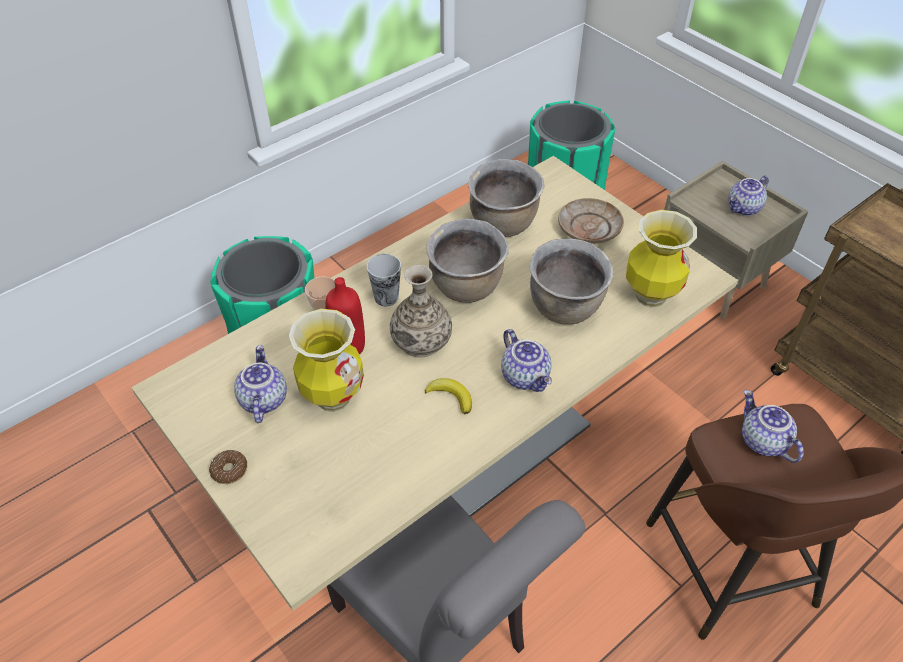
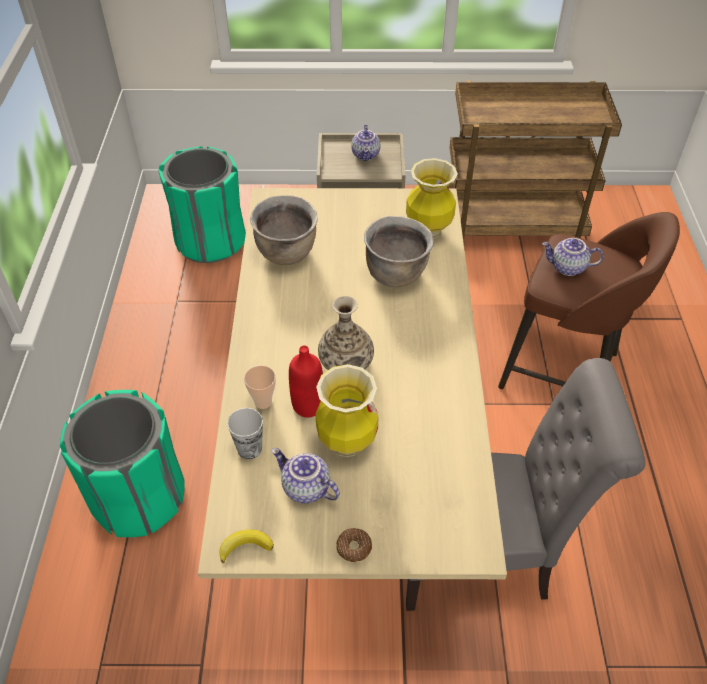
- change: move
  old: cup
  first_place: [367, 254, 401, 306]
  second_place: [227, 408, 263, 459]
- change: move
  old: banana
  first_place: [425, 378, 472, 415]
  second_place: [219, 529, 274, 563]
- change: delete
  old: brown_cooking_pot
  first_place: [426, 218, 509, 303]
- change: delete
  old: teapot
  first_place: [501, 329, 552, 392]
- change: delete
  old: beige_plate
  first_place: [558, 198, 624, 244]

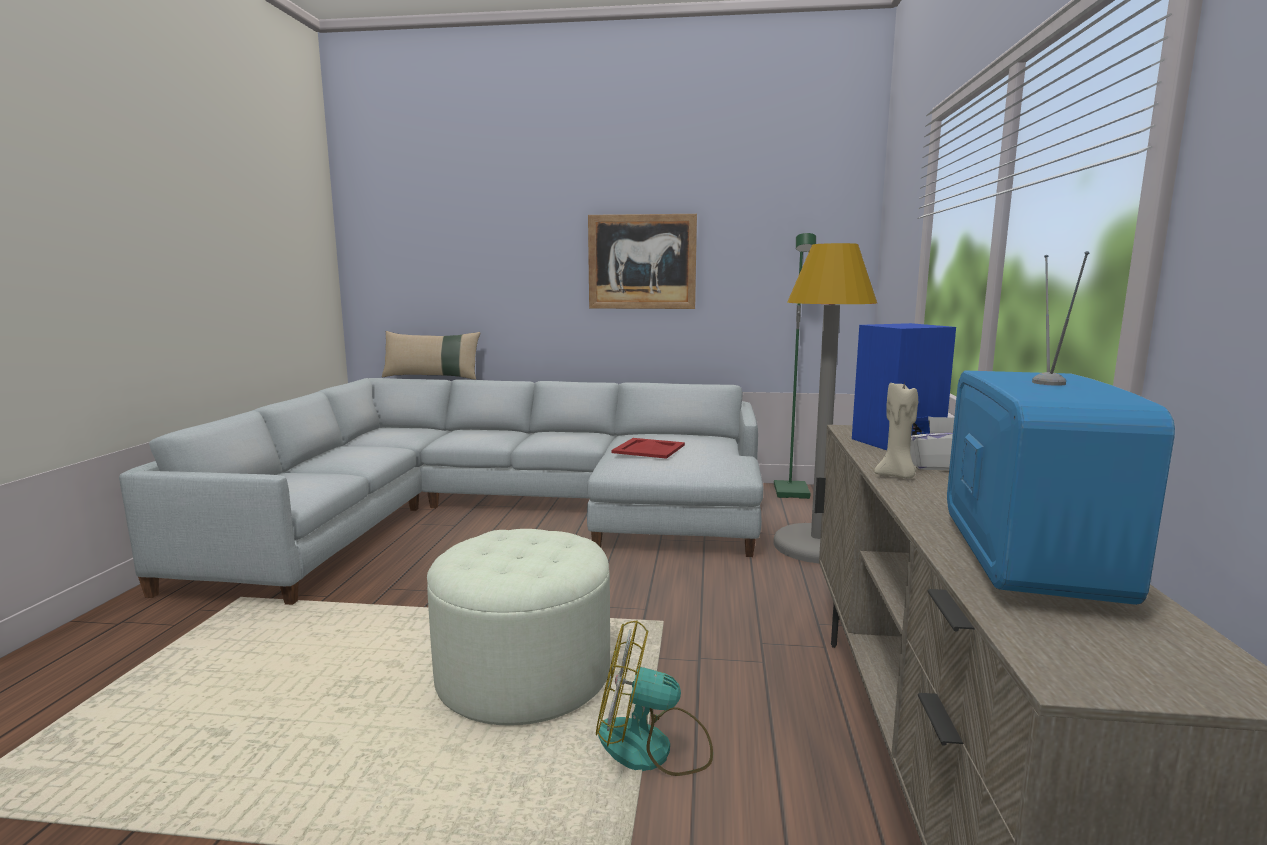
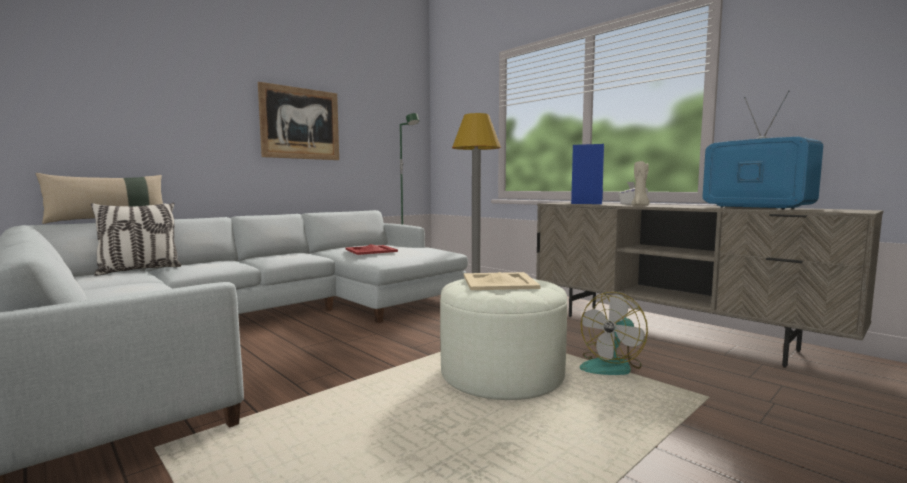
- change: insert
  new: pillow
  second_place: [91, 203, 182, 276]
- change: insert
  new: beige_tray
  second_place: [464, 272, 541, 290]

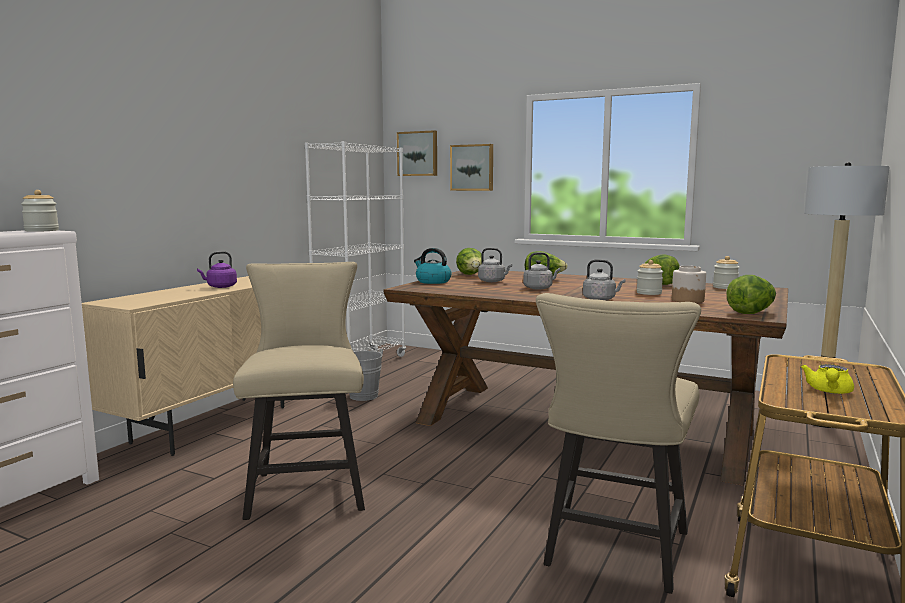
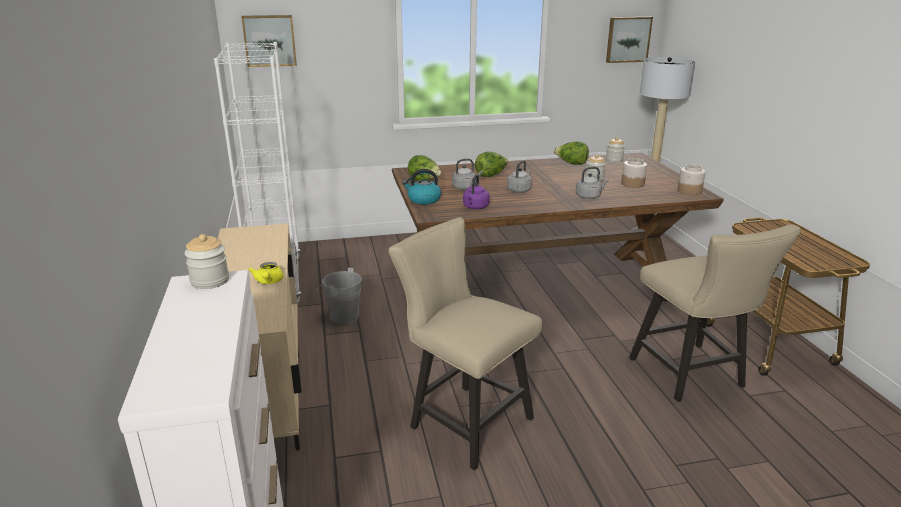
- change: move
  old: purple_kettle
  first_place: [197, 251, 237, 288]
  second_place: [463, 174, 490, 209]
- change: move
  old: picture
  first_place: [450, 144, 493, 191]
  second_place: [606, 17, 653, 63]
- change: replace
  old: lettuce
  new: jar
  first_place: [726, 275, 776, 314]
  second_place: [678, 164, 706, 195]
- change: move
  old: yellow_teapot
  first_place: [801, 364, 854, 394]
  second_place: [248, 262, 284, 284]

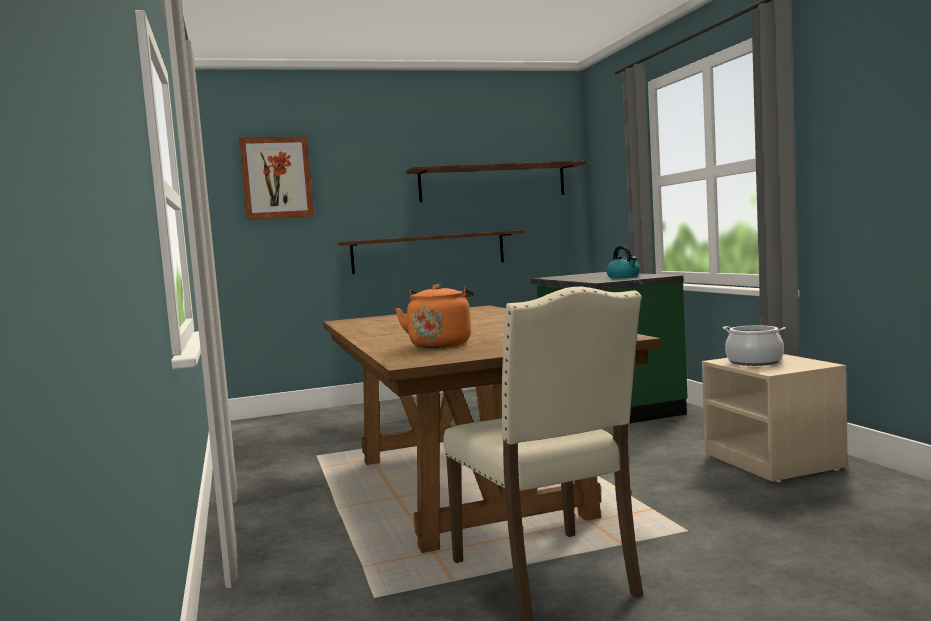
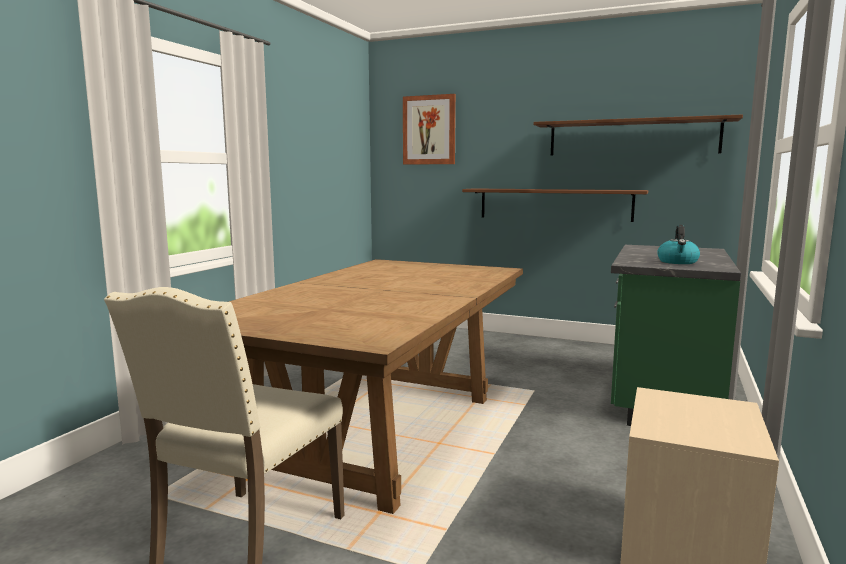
- change: delete
  old: orange_kettle
  first_place: [395, 284, 474, 348]
- change: delete
  old: cooking_pot
  first_place: [723, 326, 786, 366]

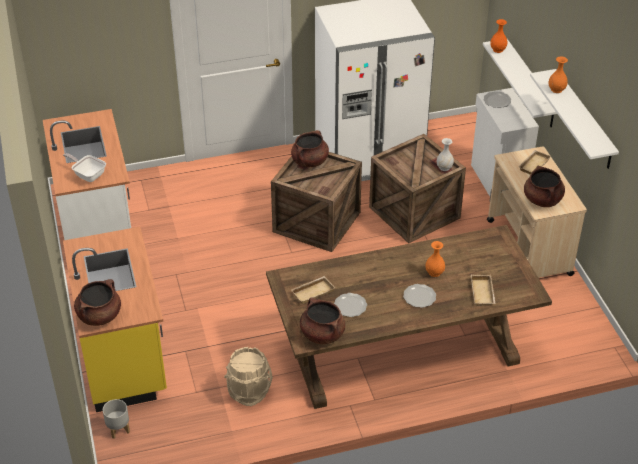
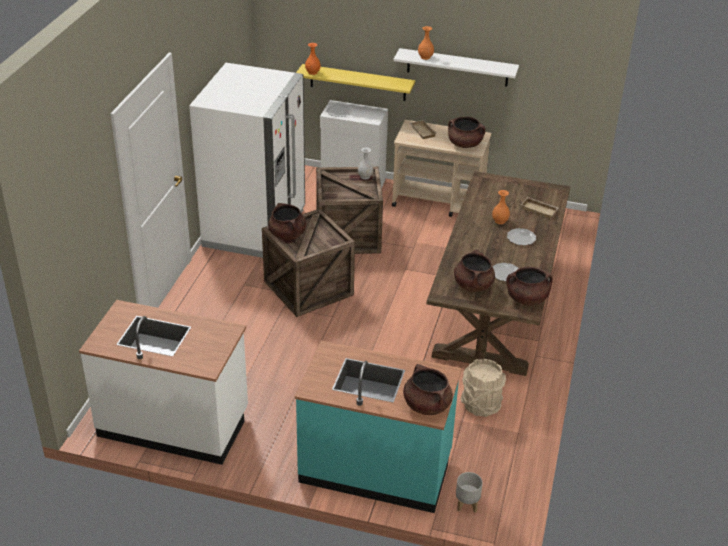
- change: delete
  old: frying_pan
  first_place: [63, 153, 106, 182]
- change: recolor
  old: yellow_counter
  new: turquoise_counter
  first_place: [63, 227, 167, 412]
  second_place: [295, 340, 462, 513]
- change: replace
  old: beige_tray
  new: brown_cooking_pot
  first_place: [291, 276, 335, 304]
  second_place: [454, 249, 495, 292]
- change: recolor
  old: white_shelf
  new: yellow_shelf
  first_place: [483, 39, 557, 127]
  second_place: [296, 64, 415, 101]

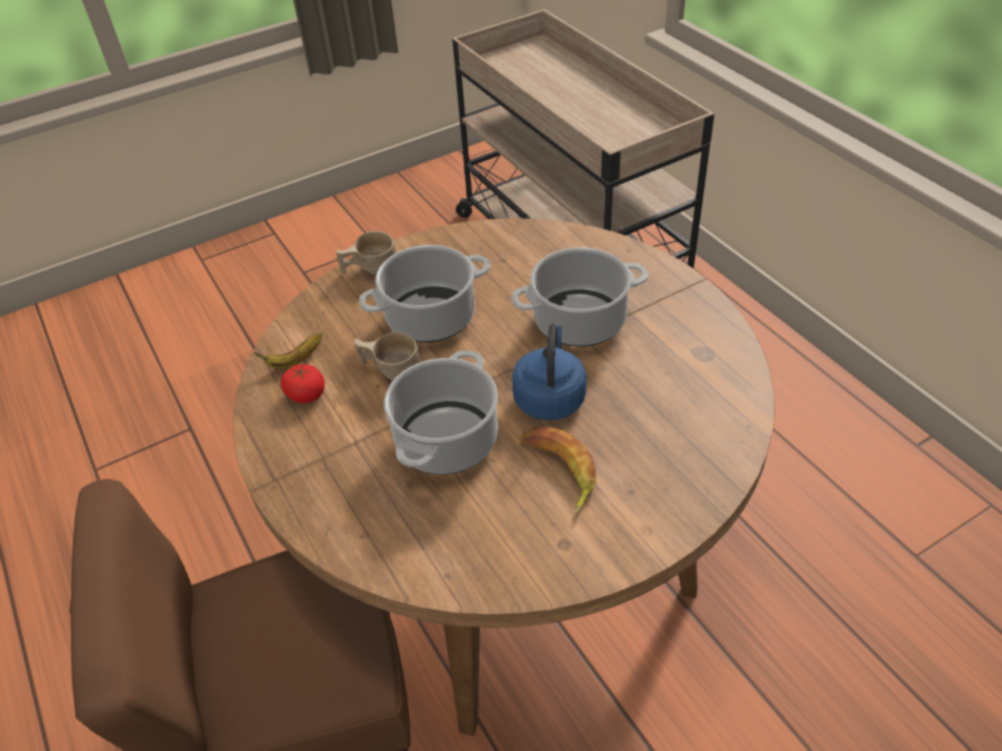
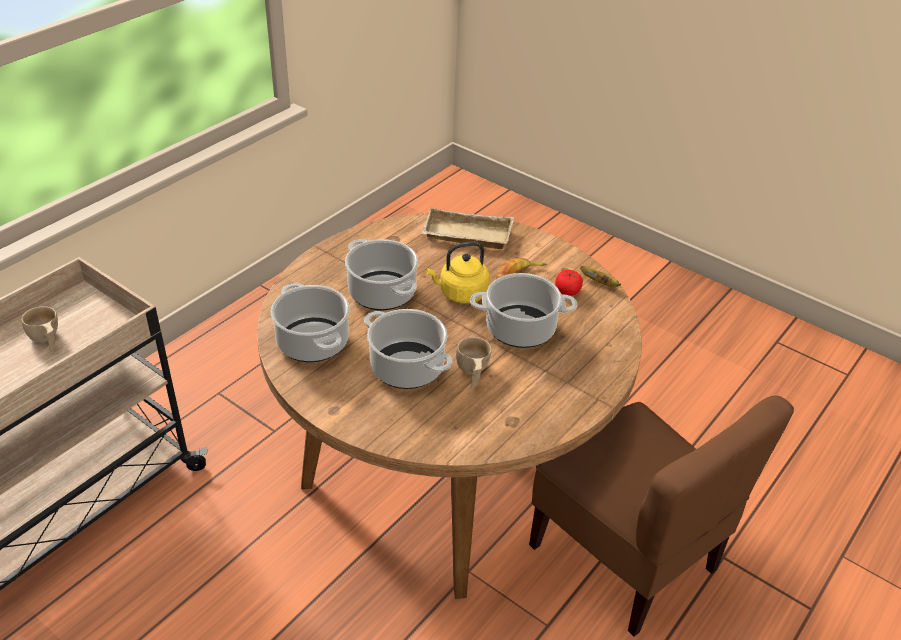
- change: move
  old: banana
  first_place: [254, 332, 322, 369]
  second_place: [580, 266, 621, 288]
- change: move
  old: tomato
  first_place: [281, 364, 325, 403]
  second_place: [555, 270, 583, 296]
- change: move
  old: beige_cup
  first_place: [336, 231, 396, 275]
  second_place: [22, 306, 58, 352]
- change: recolor
  old: blue_kettle
  new: yellow_kettle
  first_place: [512, 324, 587, 420]
  second_place: [426, 242, 490, 303]
- change: insert
  new: cooking_pot
  second_place: [271, 283, 349, 362]
- change: insert
  new: beige_tray
  second_place: [421, 208, 514, 249]

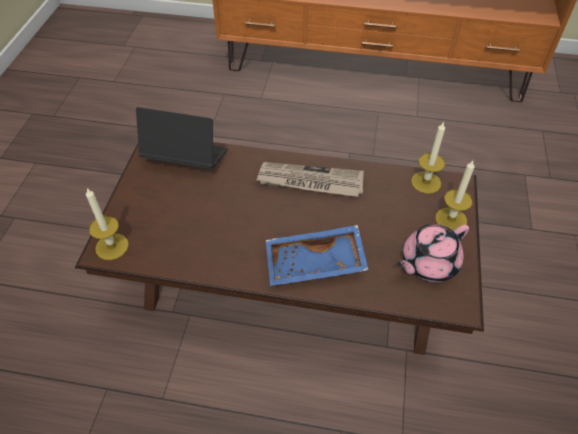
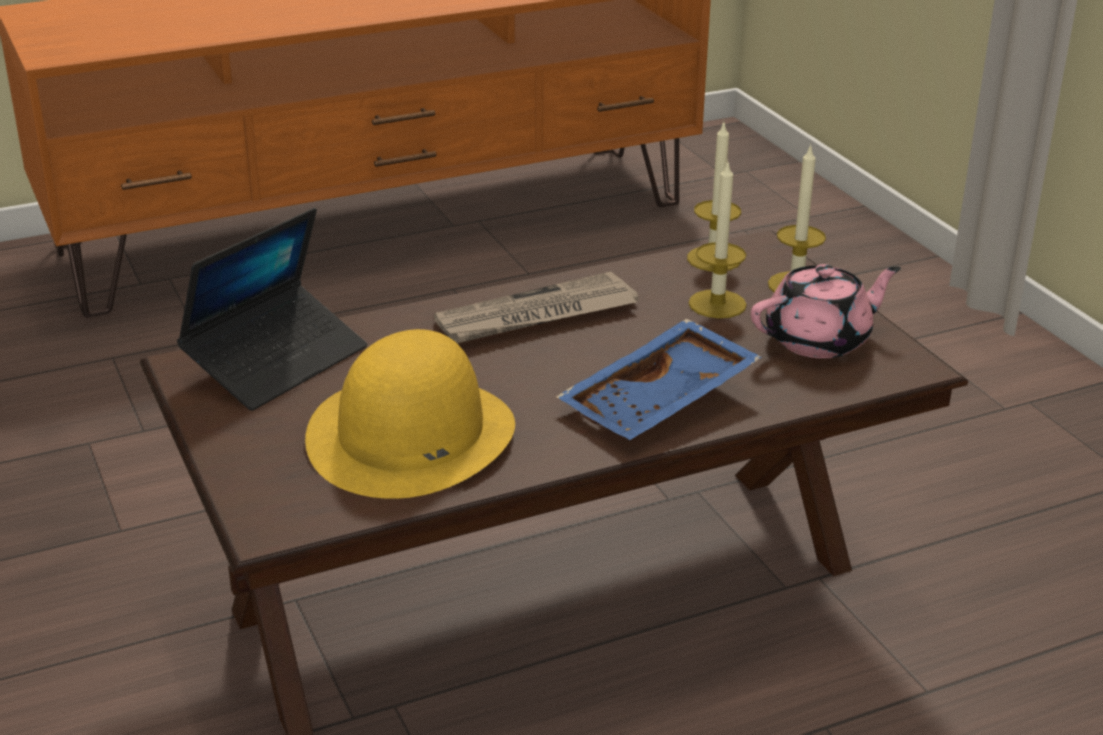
- change: move
  old: candle
  first_place: [86, 188, 129, 260]
  second_place: [688, 162, 747, 318]
- change: rotate
  old: laptop
  first_place: [136, 107, 228, 169]
  second_place: [177, 208, 367, 411]
  degrees: 150
- change: rotate
  old: pink_teapot
  first_place: [397, 224, 469, 282]
  second_place: [751, 264, 901, 358]
  degrees: -135
- change: insert
  new: yellow_hat
  second_place: [305, 329, 515, 499]

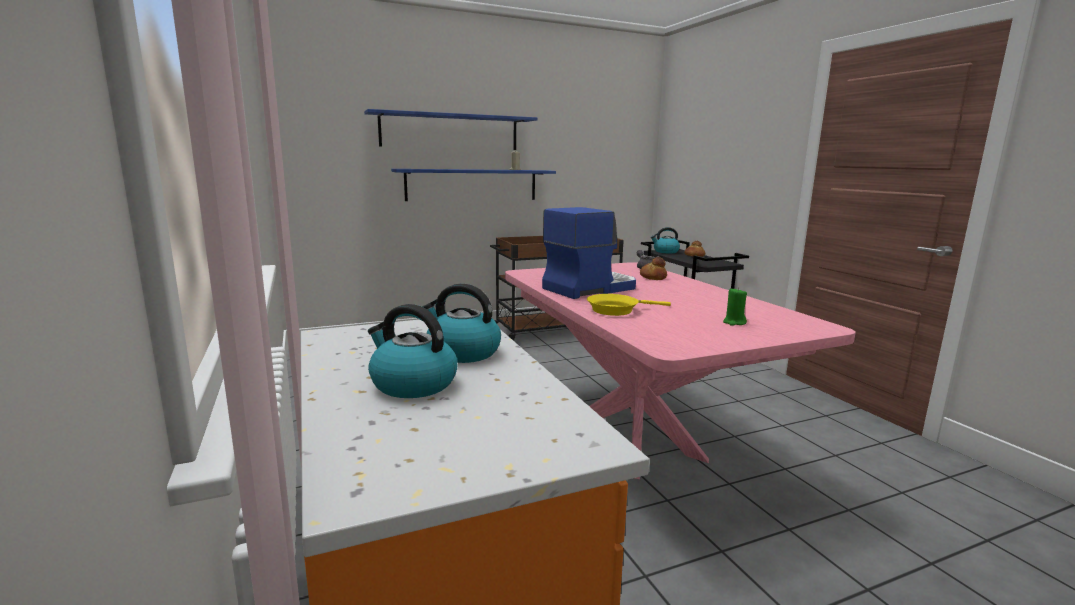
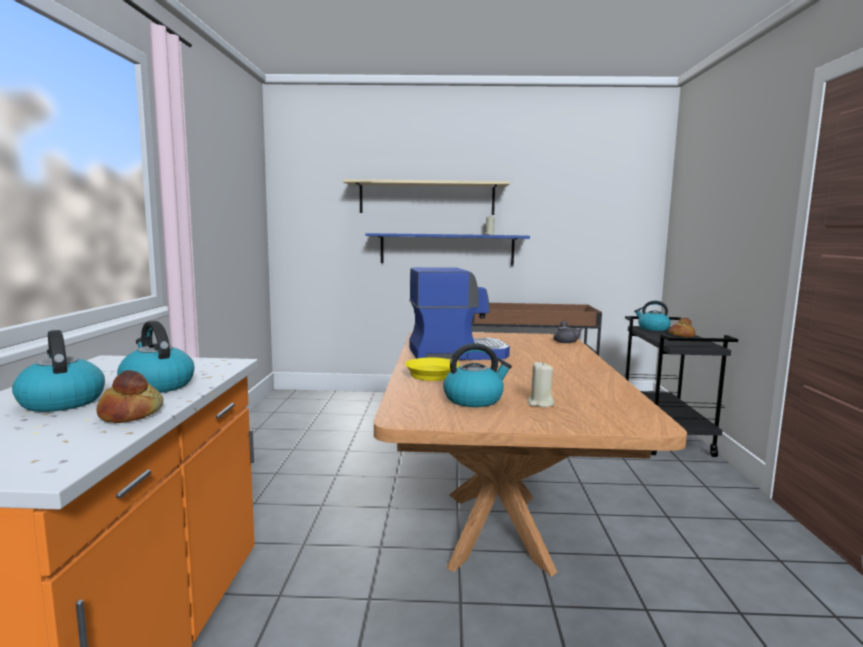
- change: recolor
  old: blue_shelf
  new: beige_shelf
  first_place: [364, 109, 537, 150]
  second_place: [343, 179, 510, 215]
- change: recolor
  old: pink_dining_table
  new: brown_dining_table
  first_place: [505, 262, 856, 479]
  second_place: [374, 332, 687, 577]
- change: move
  old: bread
  first_place: [640, 257, 667, 280]
  second_place: [97, 370, 164, 423]
- change: recolor
  old: green_candle
  new: beige_candle
  first_place: [723, 287, 747, 326]
  second_place: [527, 361, 554, 407]
- change: insert
  new: kettle
  second_place: [443, 343, 512, 407]

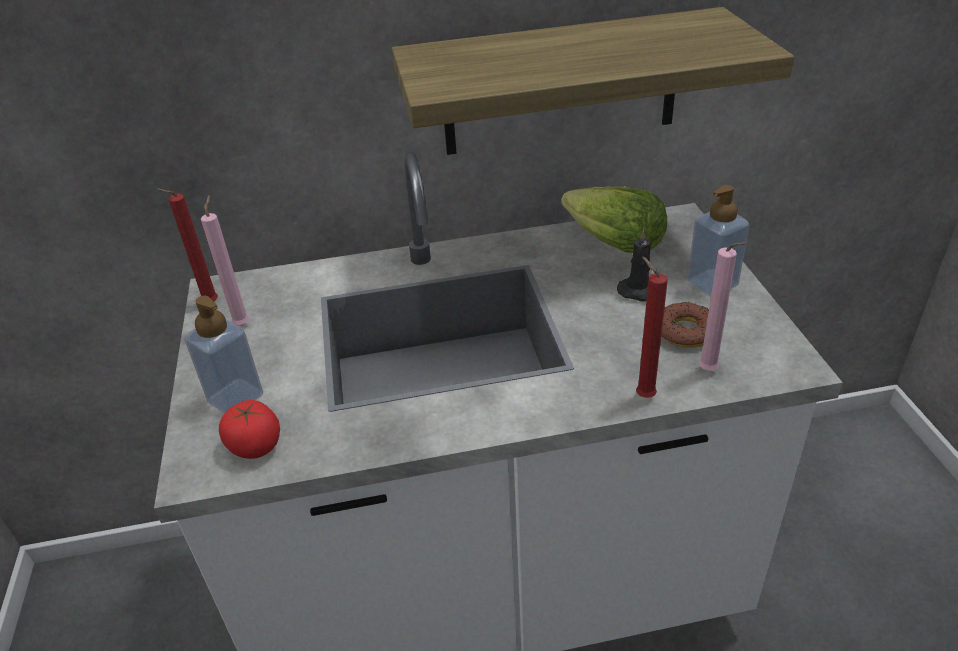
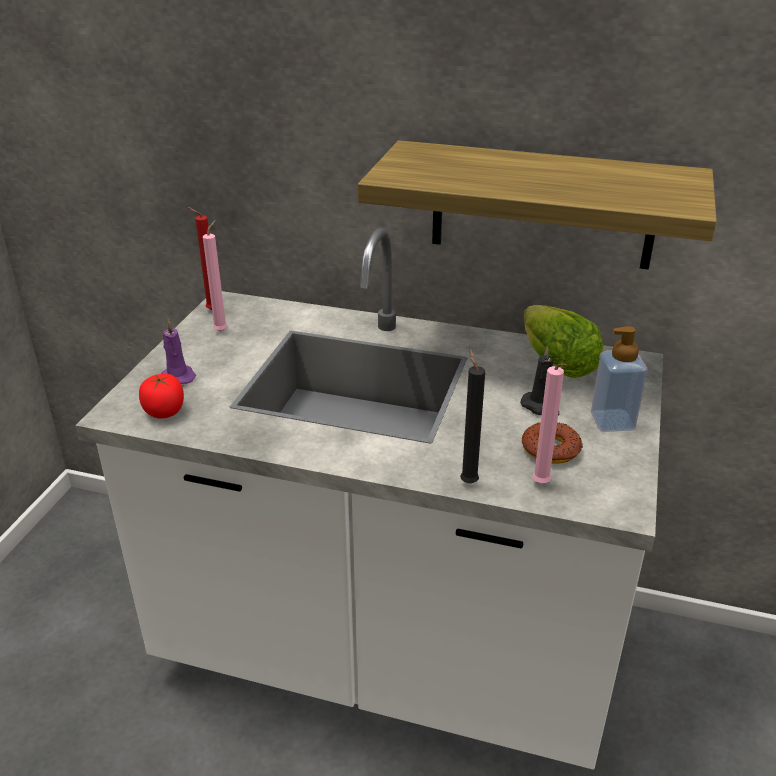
- change: replace
  old: soap_dispenser
  new: purple_candle
  first_place: [184, 296, 263, 413]
  second_place: [161, 319, 196, 384]
- change: recolor
  old: red_candle
  new: black_candle
  first_place: [636, 257, 668, 398]
  second_place: [460, 348, 485, 483]

